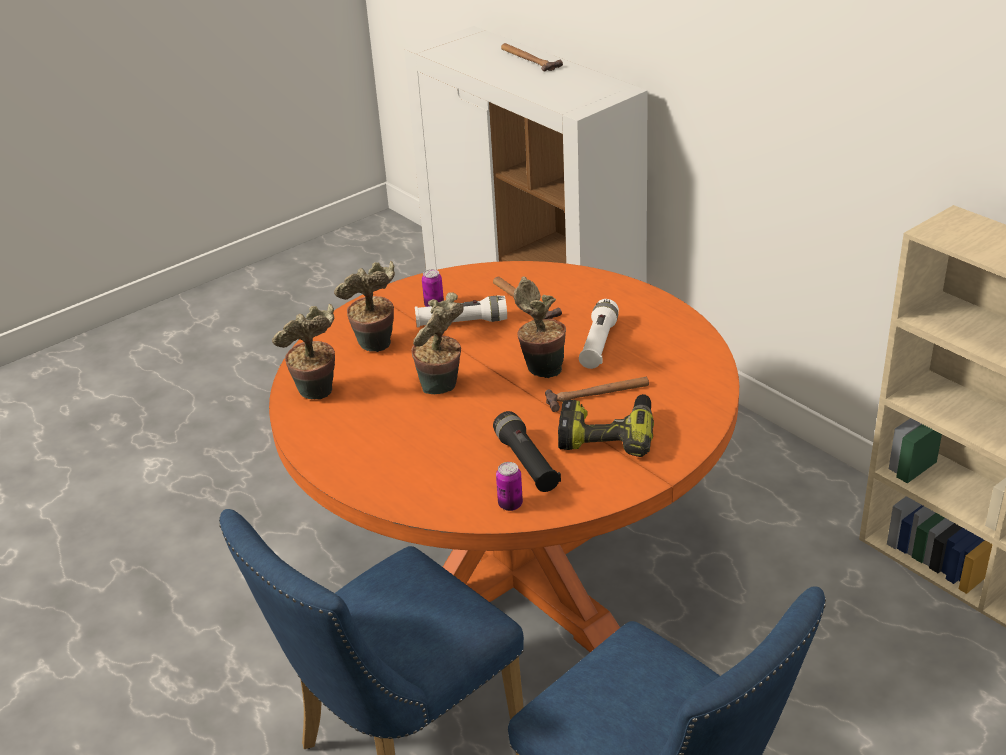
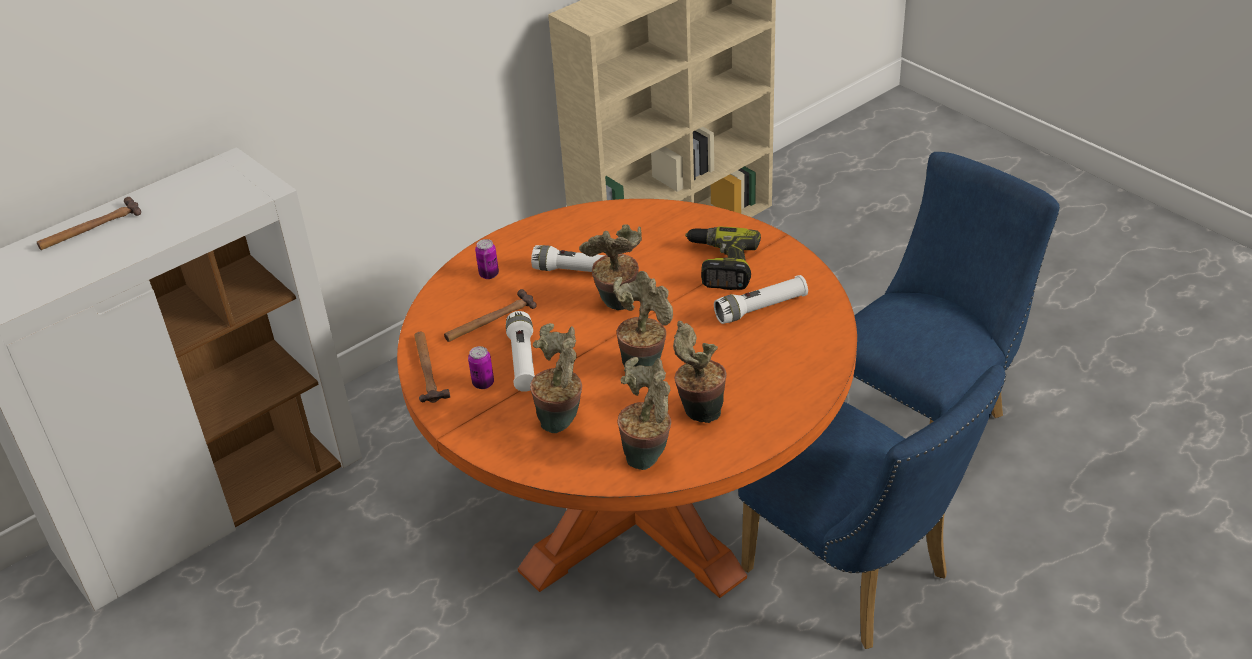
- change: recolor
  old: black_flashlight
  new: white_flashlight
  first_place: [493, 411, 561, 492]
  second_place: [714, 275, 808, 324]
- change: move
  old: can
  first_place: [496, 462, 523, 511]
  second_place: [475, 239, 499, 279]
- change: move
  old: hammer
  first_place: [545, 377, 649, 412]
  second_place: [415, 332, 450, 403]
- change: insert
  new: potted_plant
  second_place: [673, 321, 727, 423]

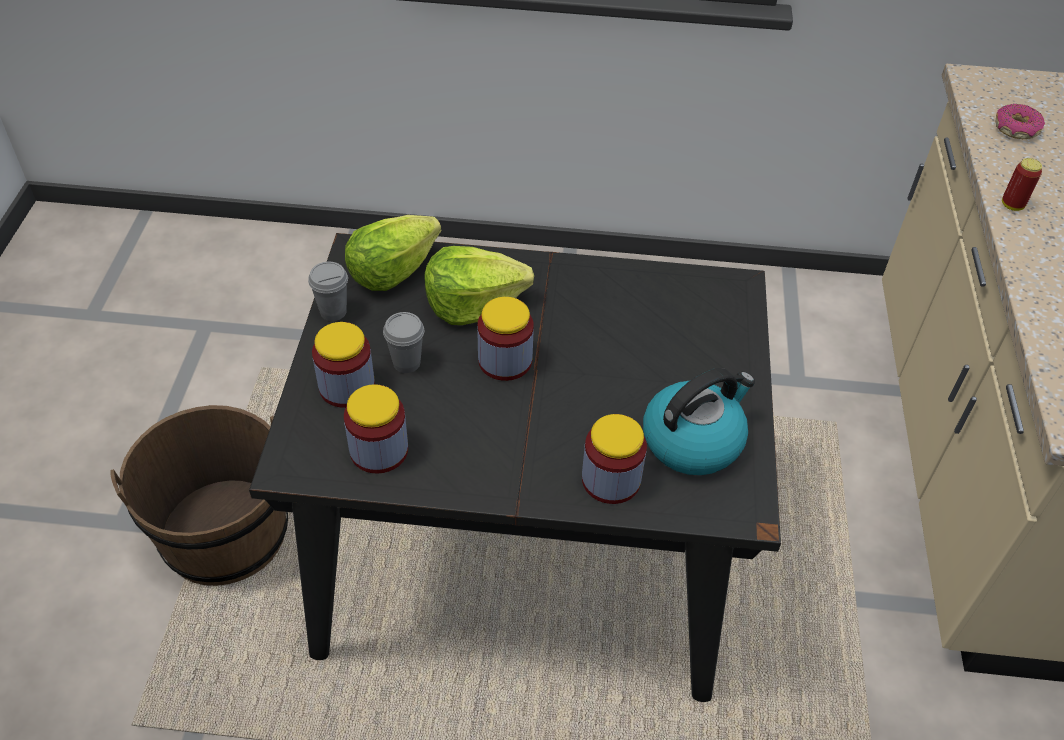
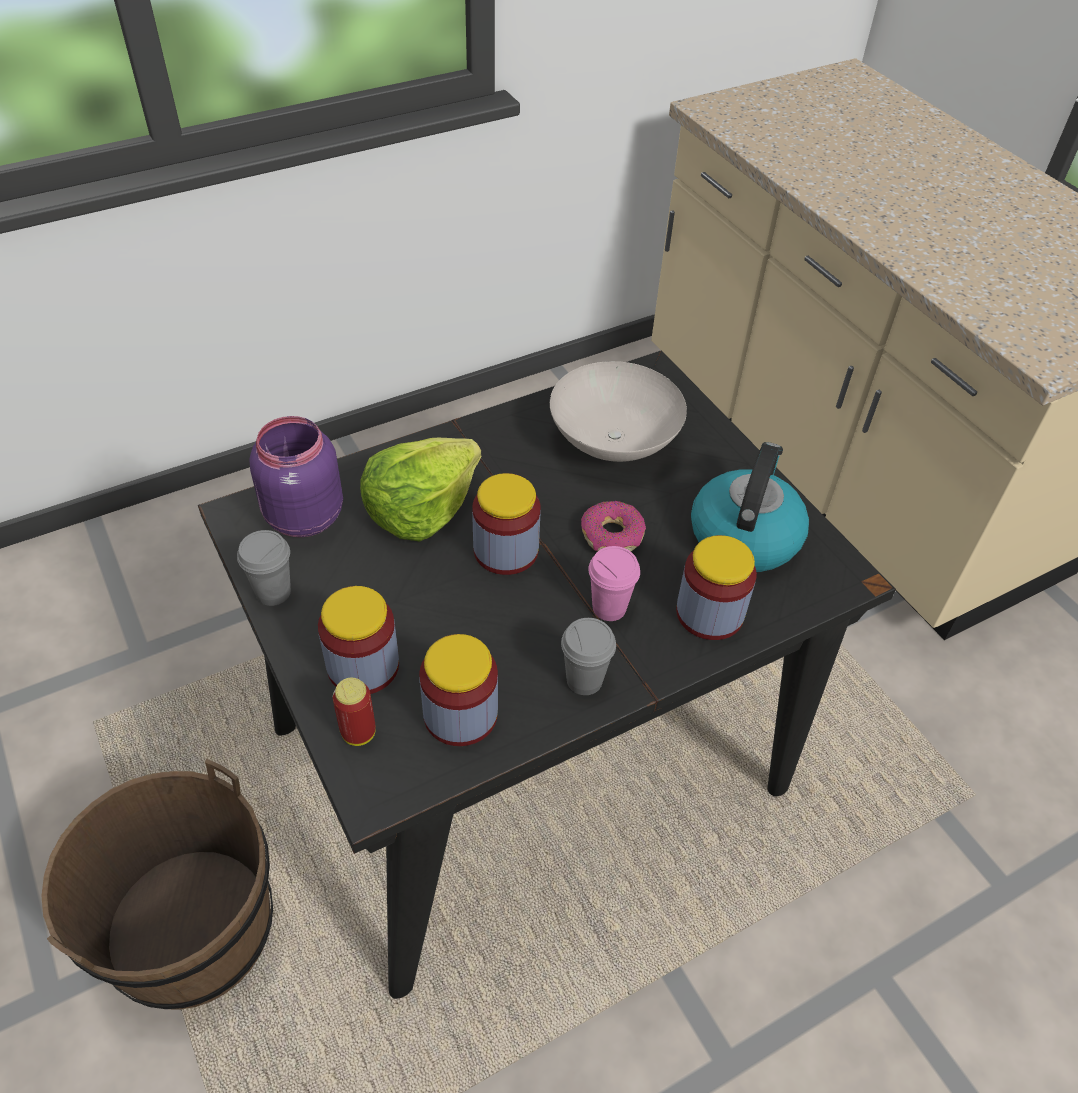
- change: replace
  old: lettuce
  new: purple_jar
  first_place: [345, 215, 441, 291]
  second_place: [249, 416, 343, 537]
- change: move
  old: grey_cup
  first_place: [383, 312, 424, 373]
  second_place: [561, 618, 616, 695]
- change: move
  old: donut
  first_place: [995, 104, 1045, 139]
  second_place: [581, 501, 646, 551]
- change: move
  old: can
  first_place: [1002, 158, 1042, 211]
  second_place: [333, 678, 376, 746]
- change: insert
  new: white_bowl
  second_place: [550, 361, 687, 462]
- change: insert
  new: pink_cup
  second_place: [588, 546, 640, 621]

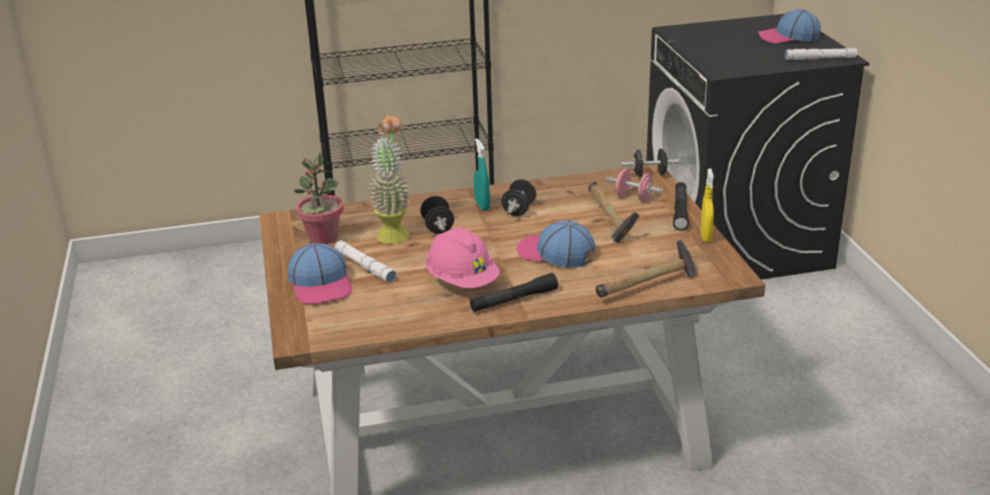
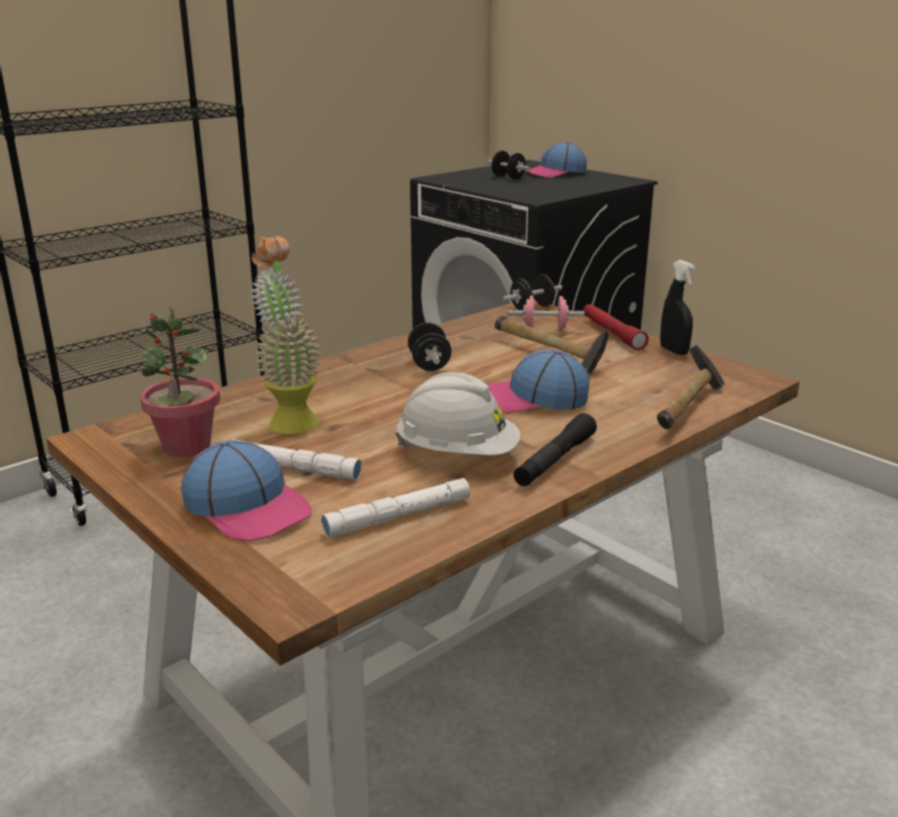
- change: move
  old: black_dumbbell
  first_place: [421, 196, 454, 234]
  second_place: [488, 151, 530, 179]
- change: recolor
  old: pink_hard_hat
  new: white_hard_hat
  first_place: [426, 227, 500, 288]
  second_place: [395, 372, 521, 456]
- change: delete
  old: turquoise_spray_bottle
  first_place: [474, 138, 490, 211]
- change: recolor
  old: black_flashlight
  new: red_flashlight
  first_place: [673, 182, 689, 231]
  second_place: [583, 304, 649, 350]
- change: recolor
  old: yellow_spray_bottle
  new: black_spray_bottle
  first_place: [700, 169, 714, 242]
  second_place: [660, 260, 695, 355]
- change: move
  old: white_flashlight
  first_place: [785, 48, 857, 60]
  second_place: [321, 478, 470, 538]

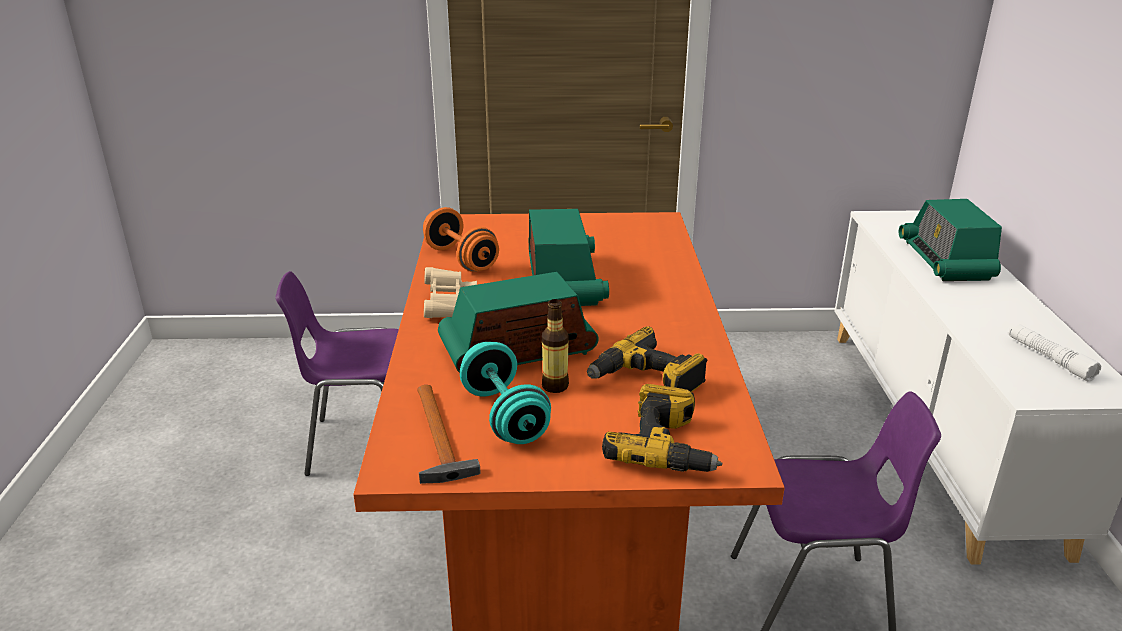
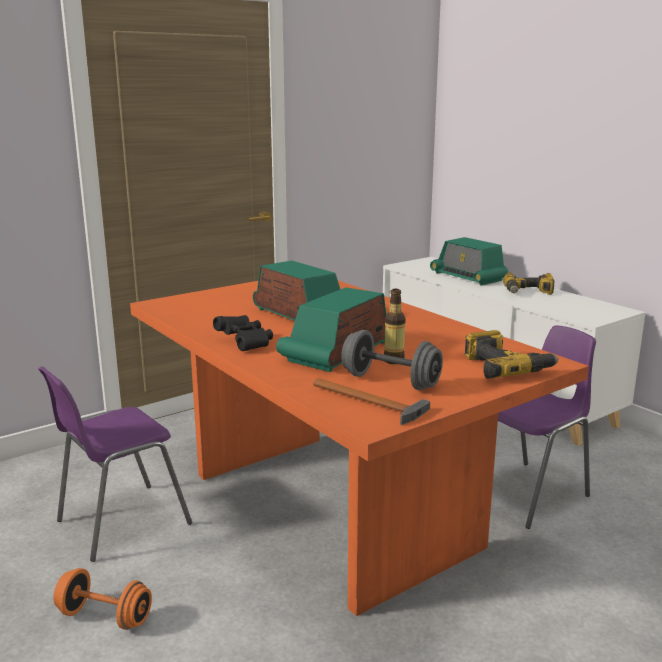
- change: move
  old: orange_dumbbell
  first_place: [423, 207, 499, 272]
  second_place: [53, 568, 152, 630]
- change: recolor
  old: beige_binoculars
  new: black_binoculars
  first_place: [424, 267, 477, 318]
  second_place: [213, 315, 273, 351]
- change: recolor
  old: turquoise_dumbbell
  new: grey_dumbbell
  first_place: [460, 342, 551, 444]
  second_place: [341, 330, 443, 390]
- change: move
  old: power_drill
  first_place: [587, 326, 707, 392]
  second_place: [503, 272, 554, 295]
- change: delete
  old: white_flashlight
  first_place: [1009, 324, 1101, 382]

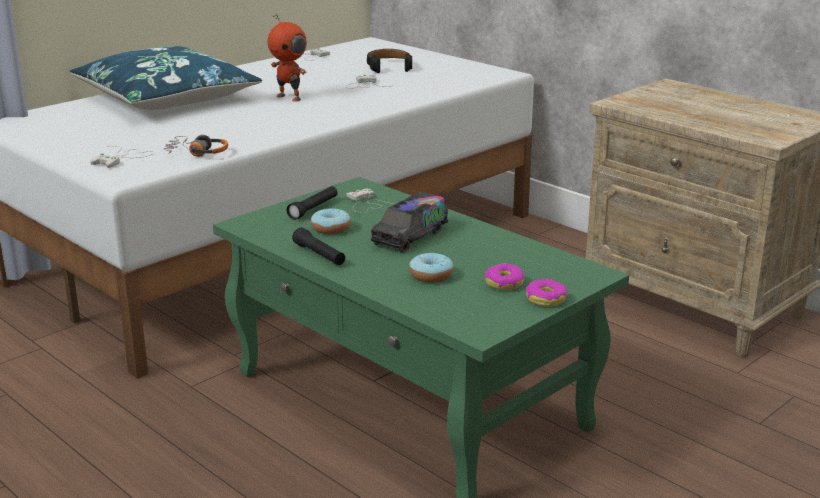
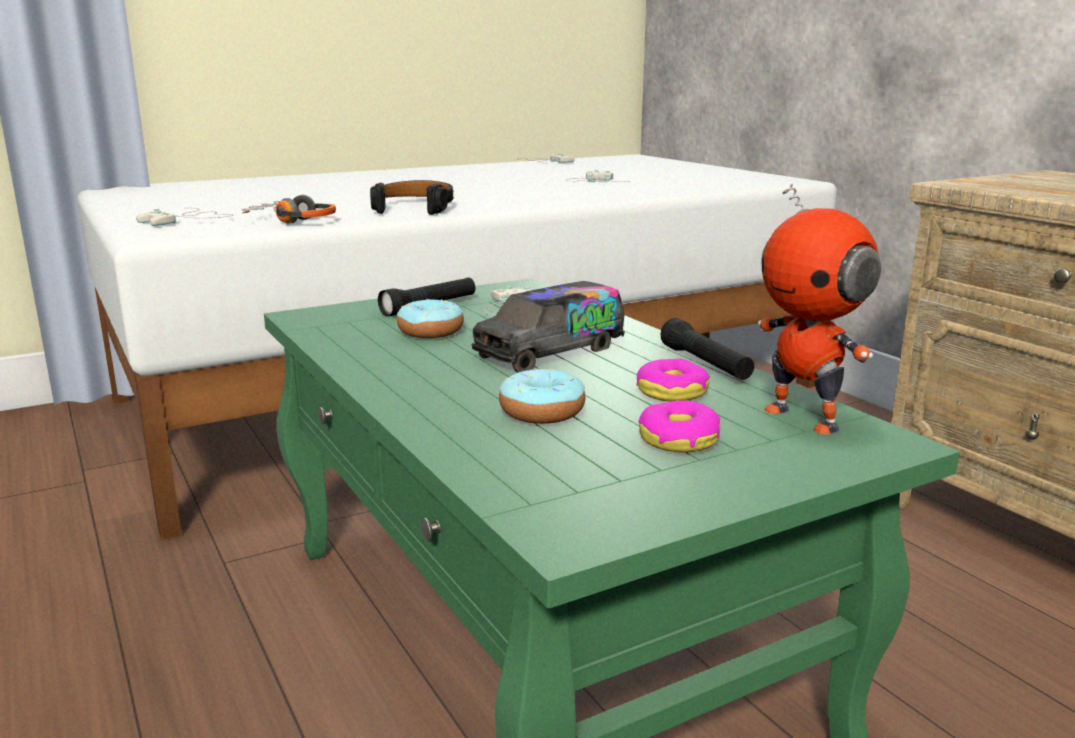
- change: delete
  old: blue_pillow
  first_place: [70, 46, 262, 110]
- change: move
  old: toy_robot
  first_place: [267, 13, 307, 102]
  second_place: [758, 183, 881, 435]
- change: move
  old: black_flashlight
  first_place: [292, 228, 345, 265]
  second_place: [660, 318, 754, 380]
- change: move
  old: black_headphones
  first_place: [367, 49, 412, 73]
  second_place: [370, 180, 454, 215]
- change: move
  old: donut
  first_place: [526, 279, 567, 307]
  second_place: [637, 359, 710, 402]

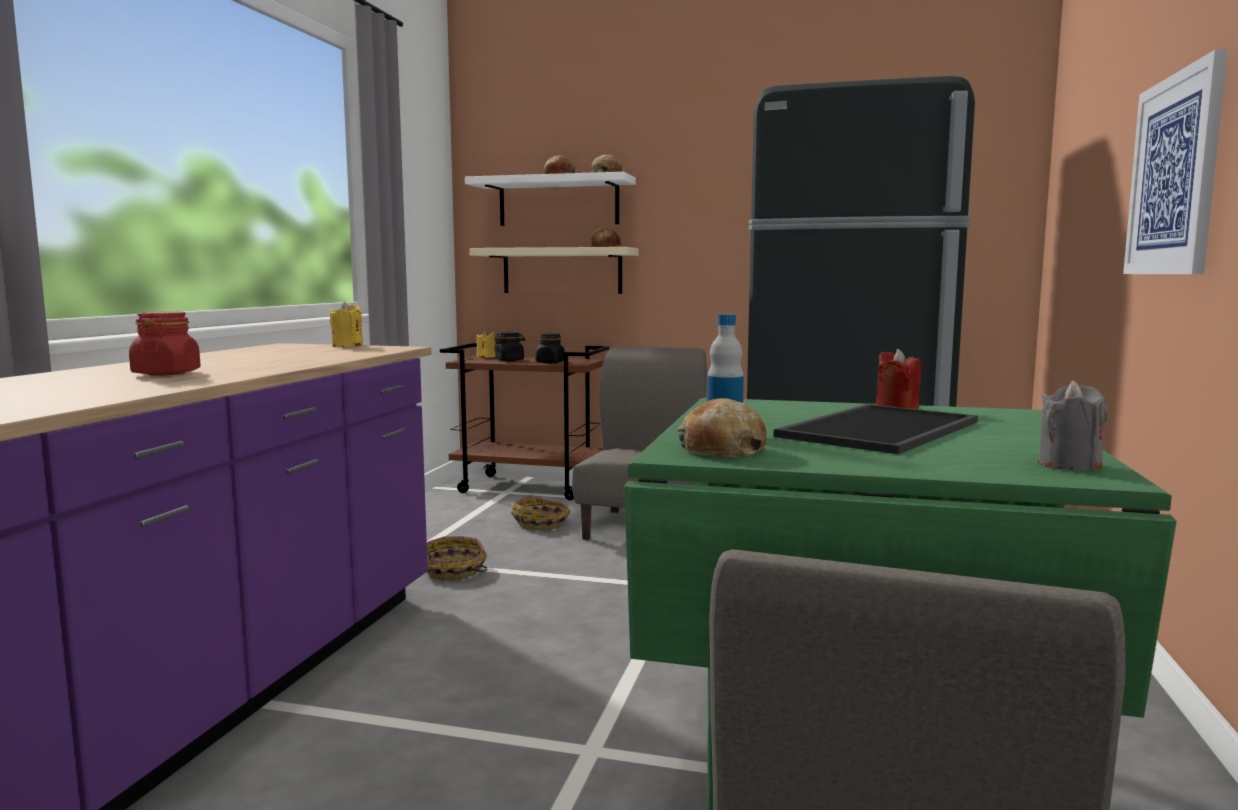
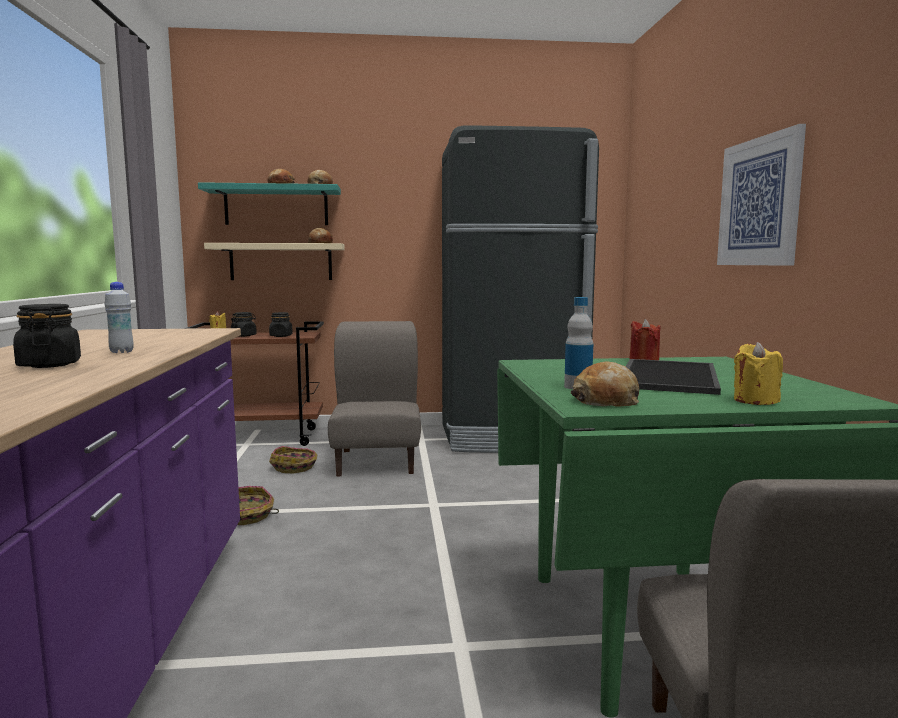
- change: recolor
  old: red_jar
  new: black_jar
  first_place: [129, 311, 201, 376]
  second_place: [13, 304, 81, 368]
- change: move
  old: yellow_candle
  first_place: [330, 302, 363, 347]
  second_place: [734, 342, 783, 405]
- change: recolor
  old: white_shelf
  new: turquoise_shelf
  first_place: [465, 172, 636, 226]
  second_place: [198, 182, 341, 225]
- change: delete
  old: grey_candle
  first_place: [1038, 380, 1108, 471]
- change: insert
  new: white_bottle
  second_place: [105, 282, 134, 353]

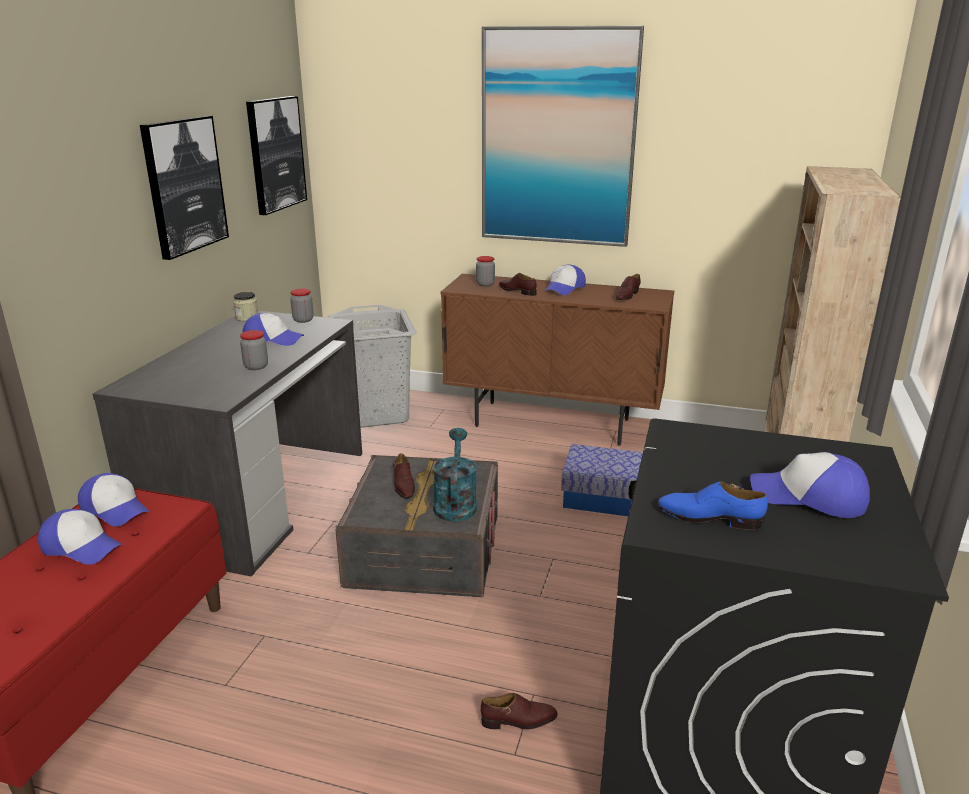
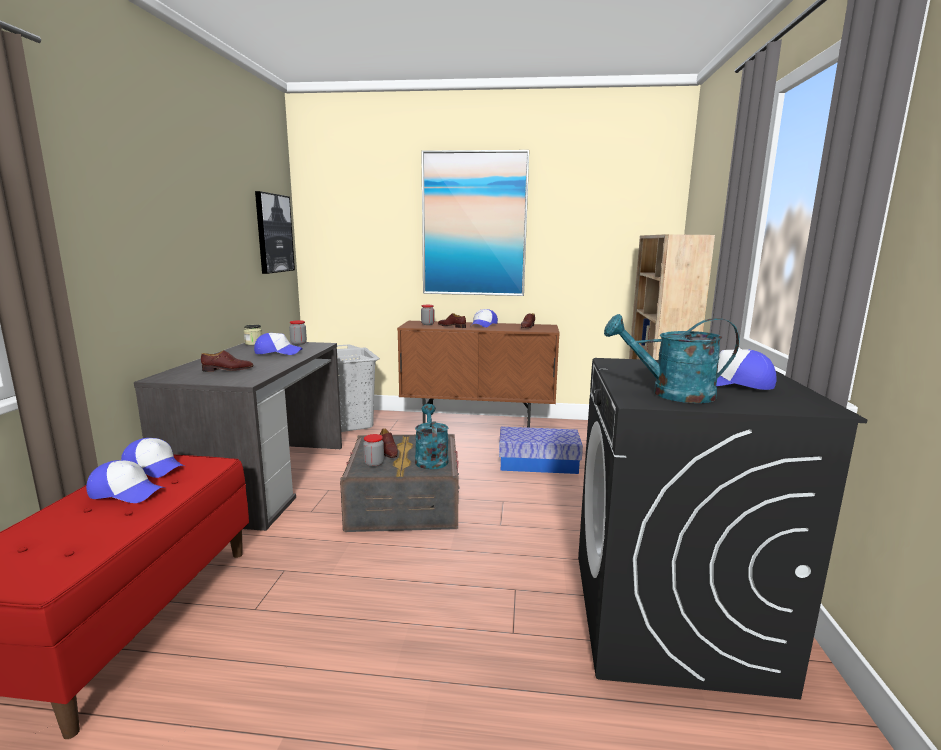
- change: delete
  old: picture
  first_place: [140, 116, 229, 260]
- change: move
  old: jar
  first_place: [240, 330, 268, 370]
  second_place: [363, 434, 384, 467]
- change: move
  old: brown_shoe
  first_place: [481, 693, 558, 730]
  second_place: [201, 350, 253, 372]
- change: replace
  old: blue_shoe
  new: turquoise_watering_can
  first_place: [658, 481, 768, 530]
  second_place: [604, 314, 740, 403]

